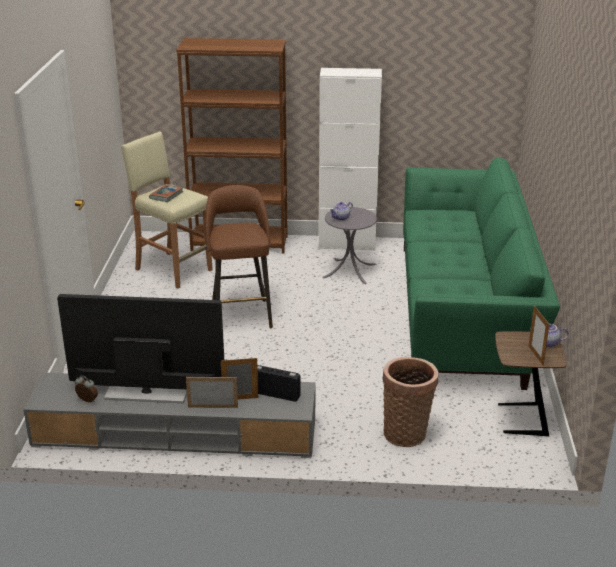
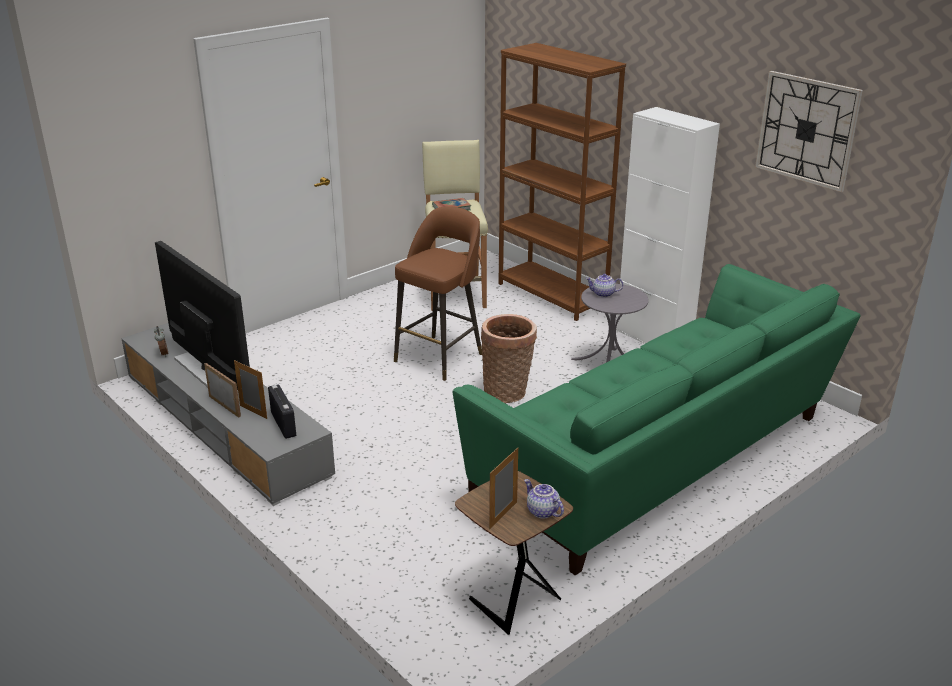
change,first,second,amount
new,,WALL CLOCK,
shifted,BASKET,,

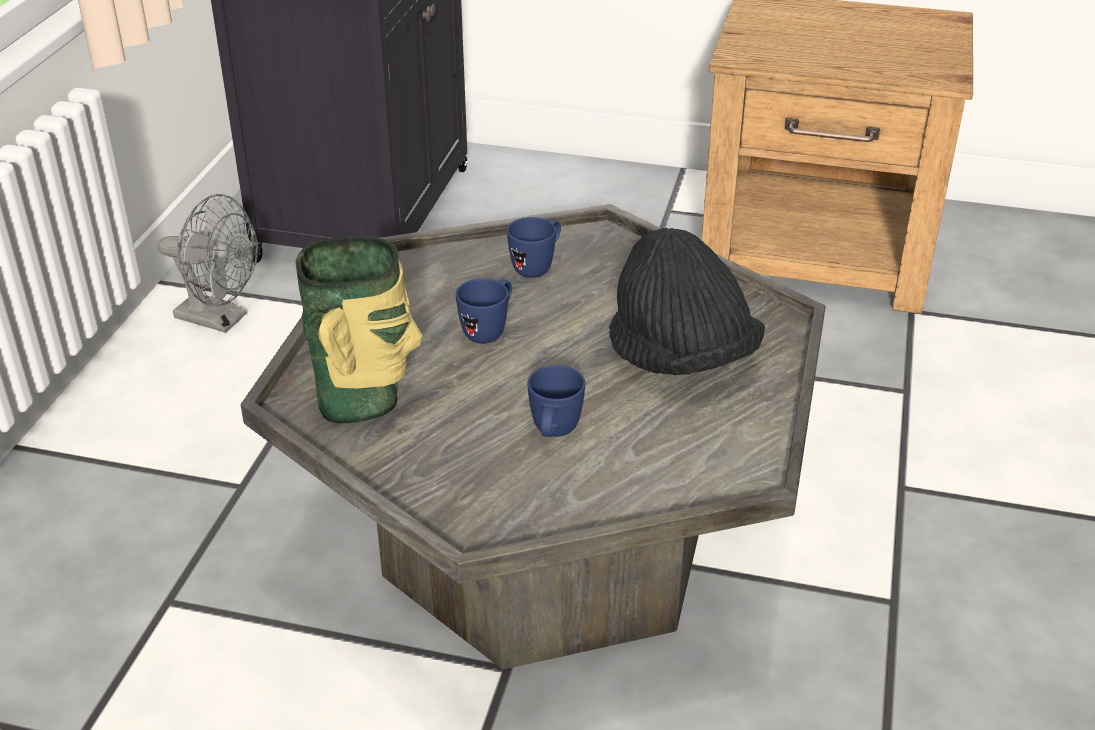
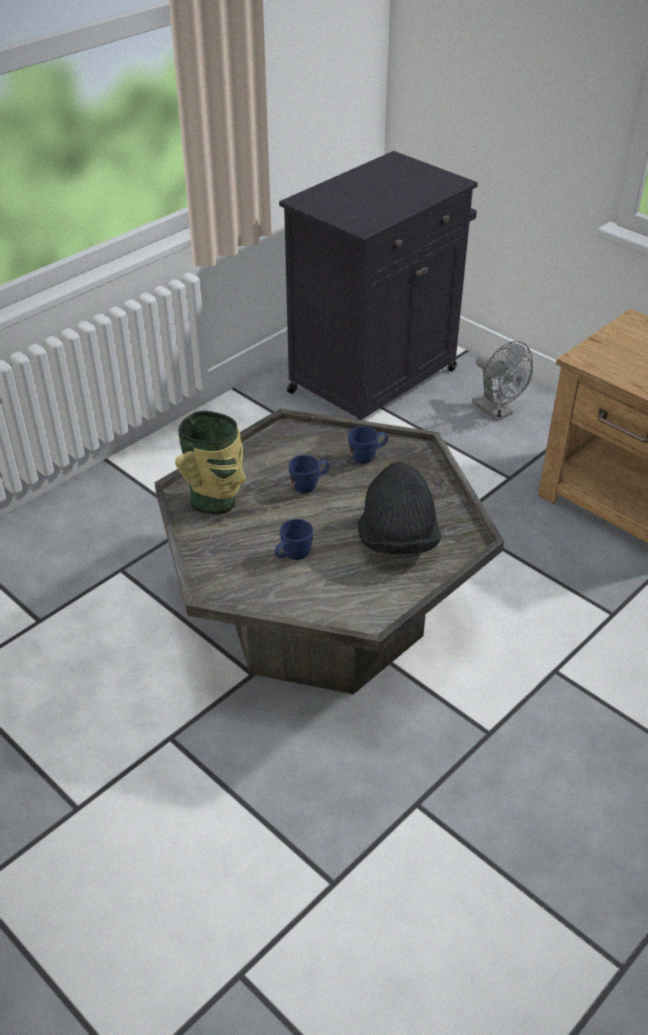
change,first,second,amount
shifted,GREY FAN,,

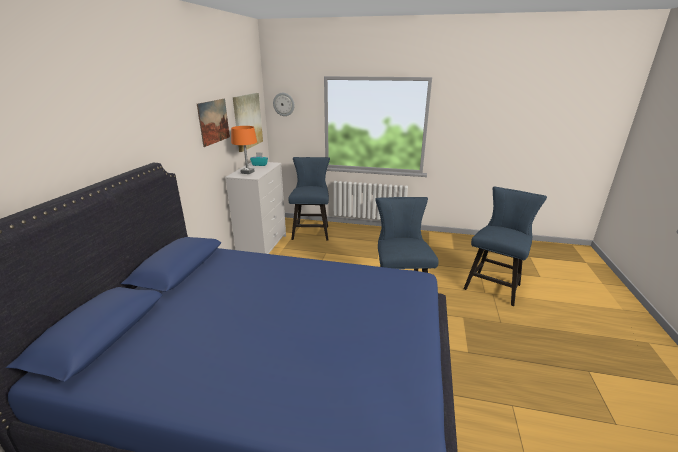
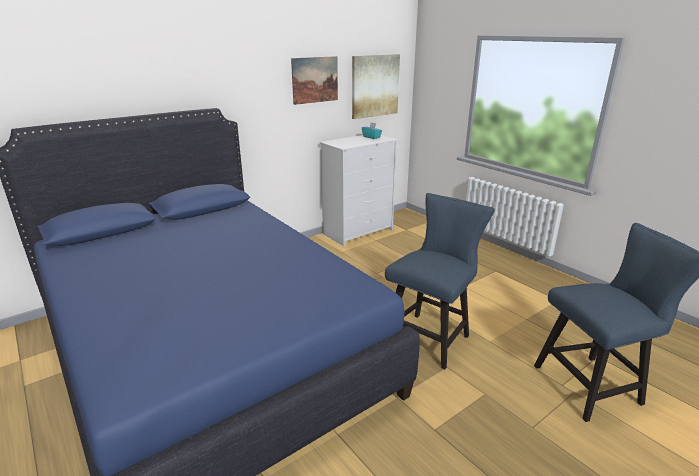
change,first,second,amount
gone,ORANGE TABLE LAMP,,
gone,WALL CLOCK,,
gone,BLUE CHAIR (no. 1 from left),,

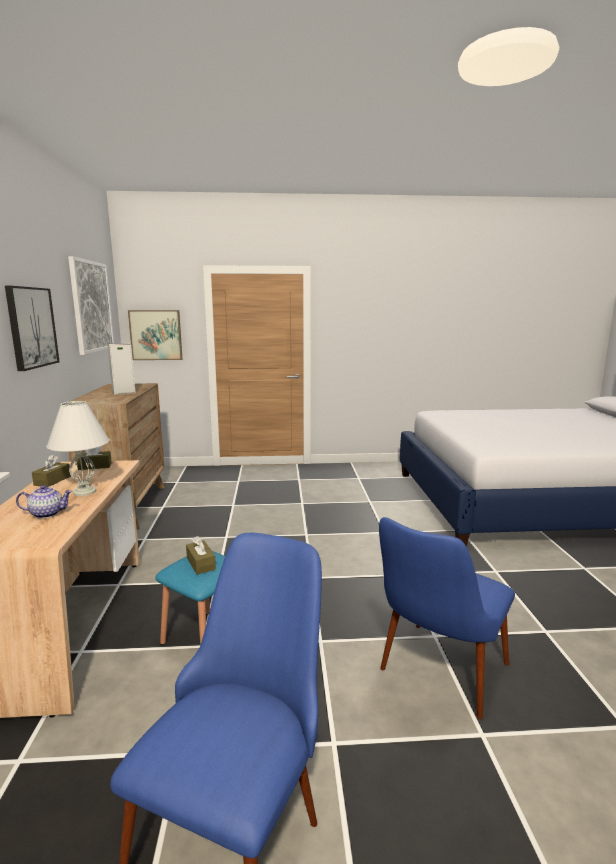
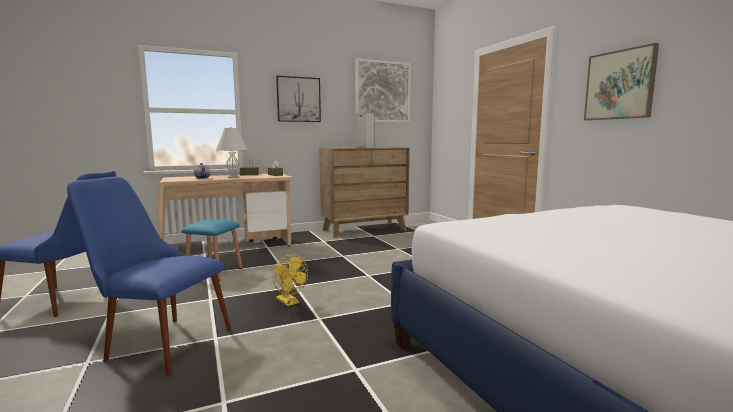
change,first,second,amount
gone,BROWN TISSUE BOX (no. 3 from left),,
new,,YELLOW FAN,
shifted,PICTURE (no. 3 from left),,

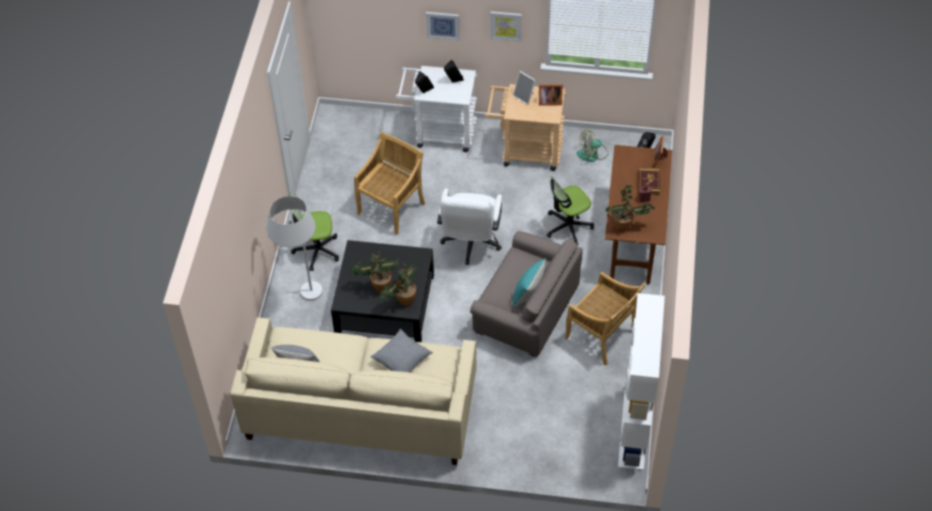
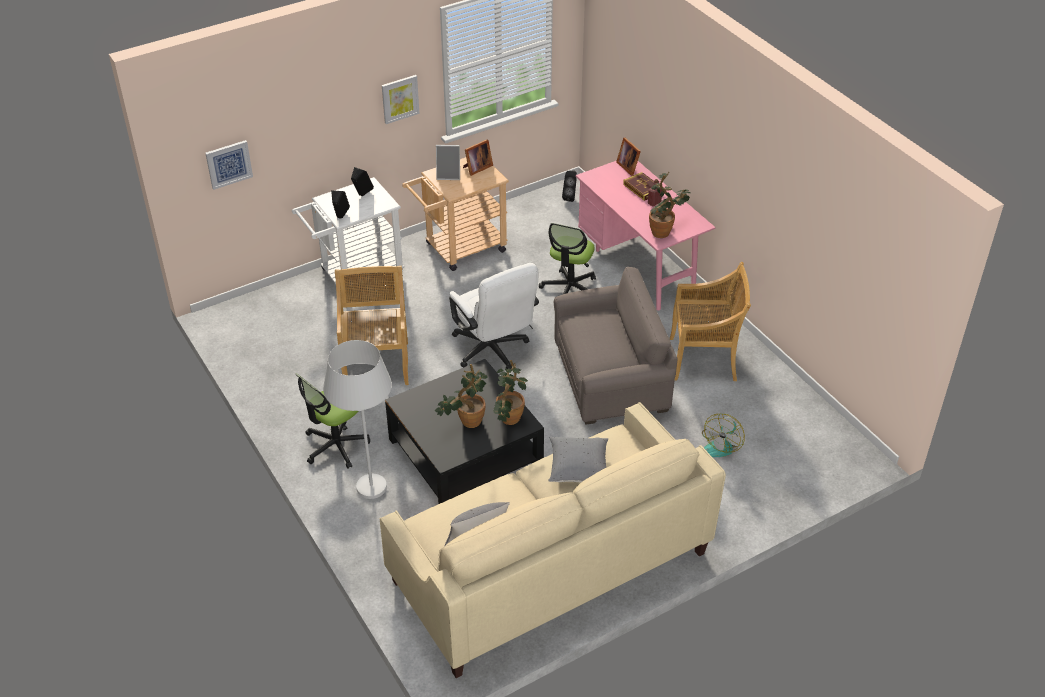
change,first,second,amount
gone,TURQUOISE PILLOW,,
gone,WHITE BOOKCASE,,
shifted,PICTURE (no. 1 from left),,
shifted,FAN,,
repainted,BROWN DESK,PINK DESK,

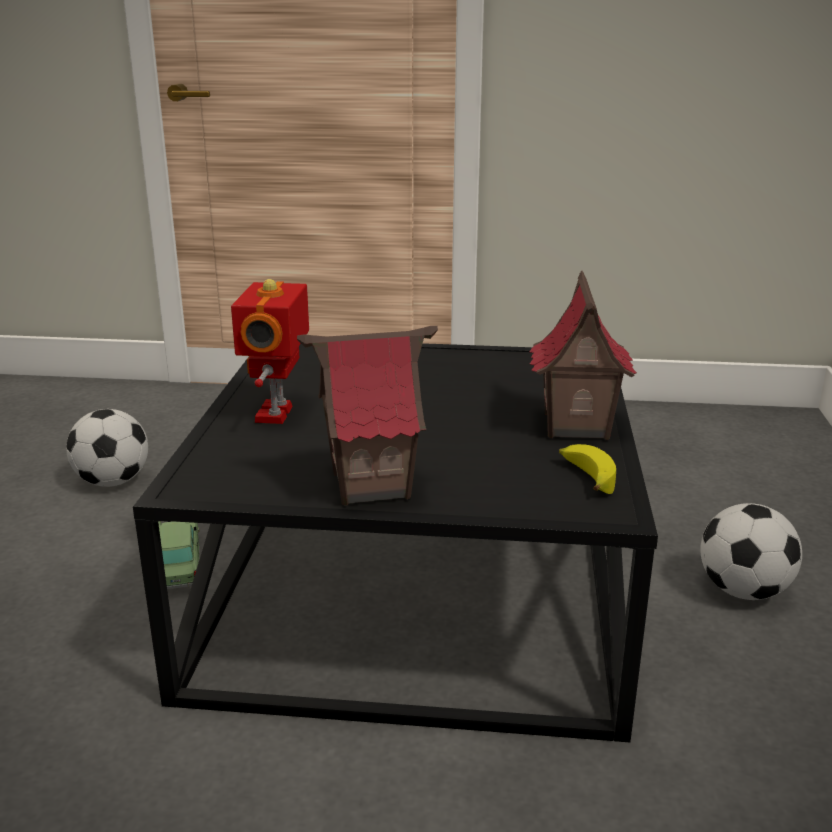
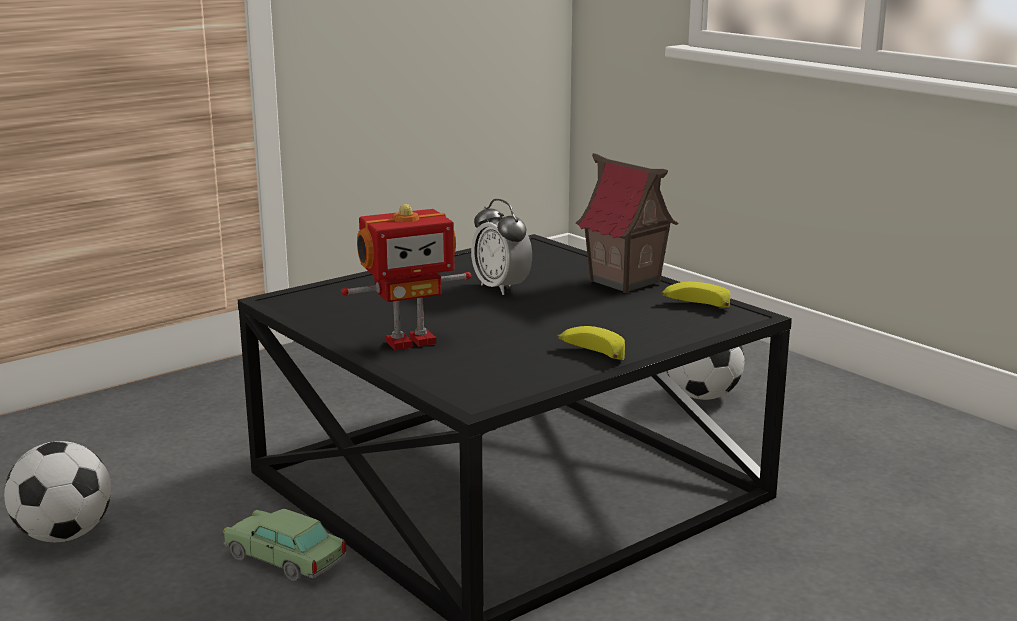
change,first,second,amount
new,,ALARM CLOCK,
swapped,TOY HOUSE (no. 1 from left),BANANA (no. 1 from left),
rotated,TOY ROBOT,,75 degrees counterclockwise

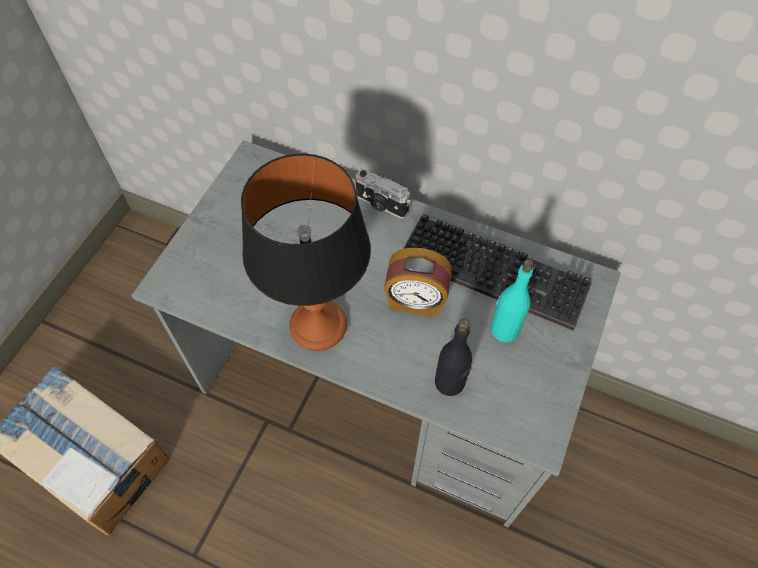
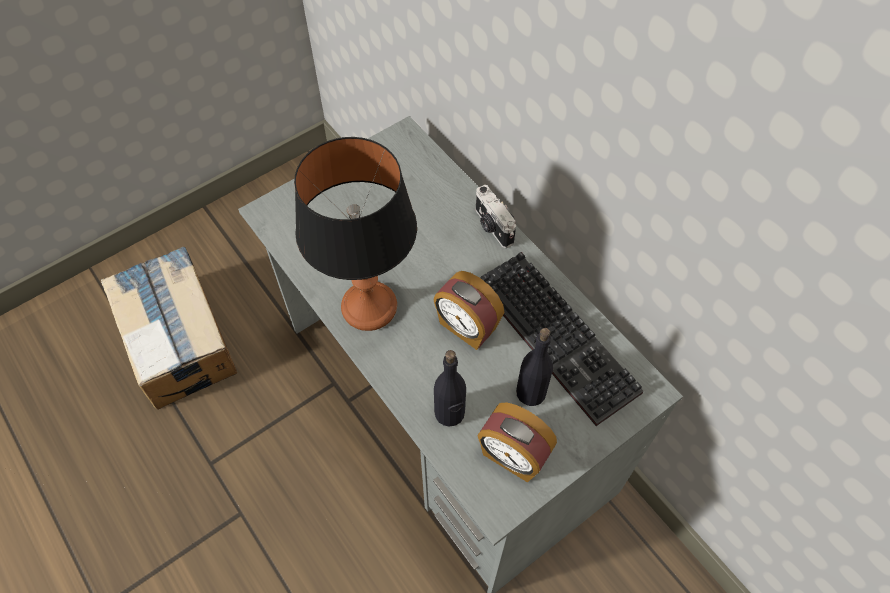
change,first,second,amount
new,,ALARM CLOCK (no. 2 from left),
repainted,TURQUOISE BOTTLE,BLACK BOTTLE (no. 2 from left),

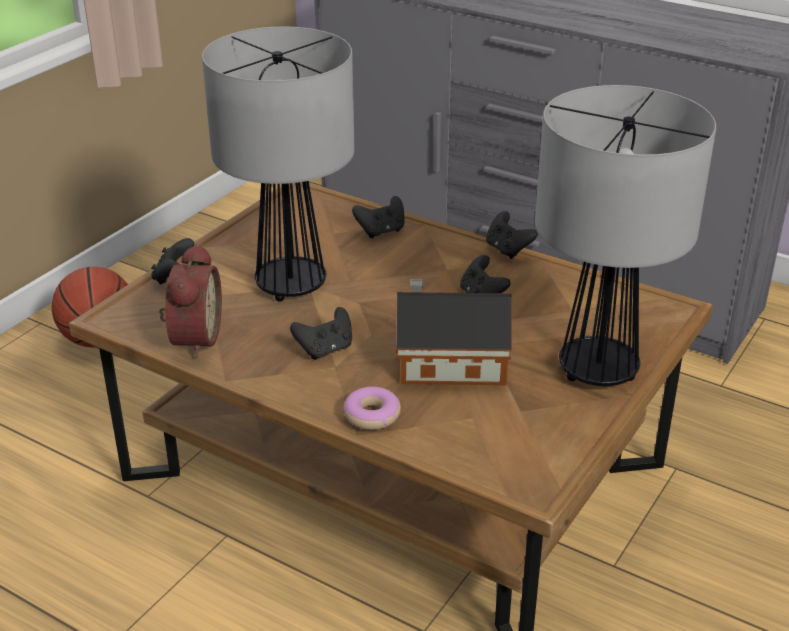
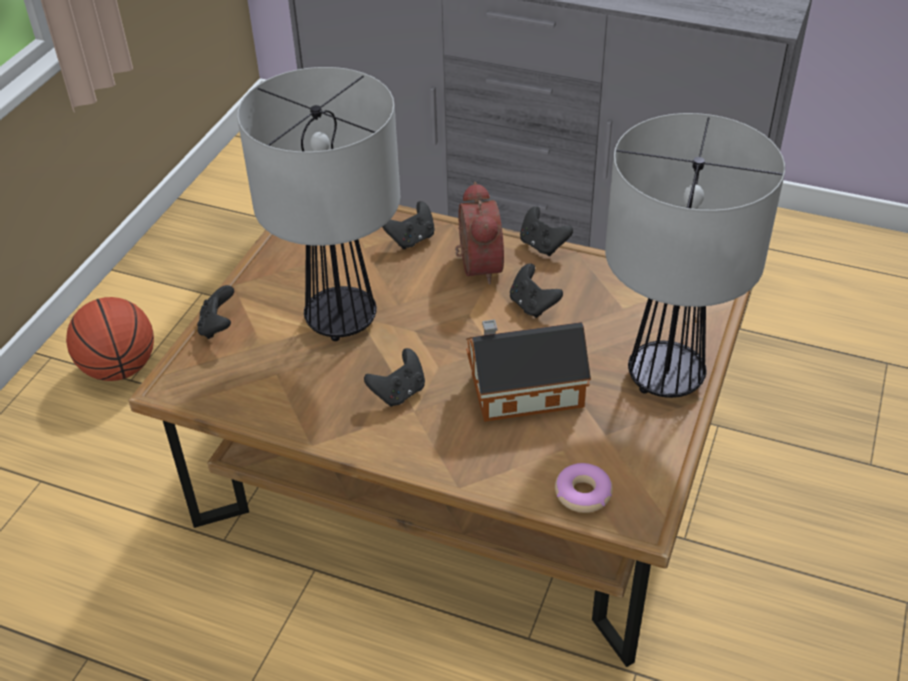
change,first,second,amount
shifted,ALARM CLOCK,,
shifted,DONUT,,

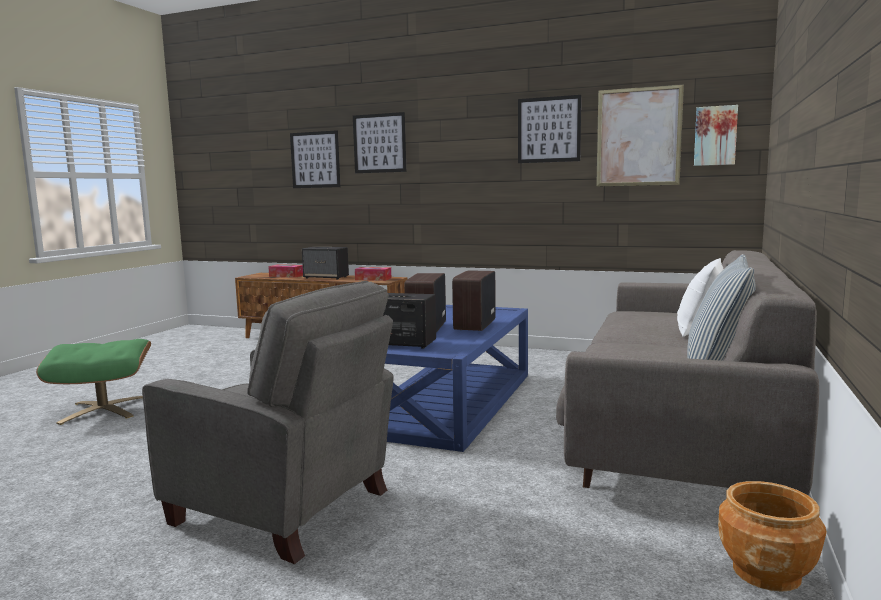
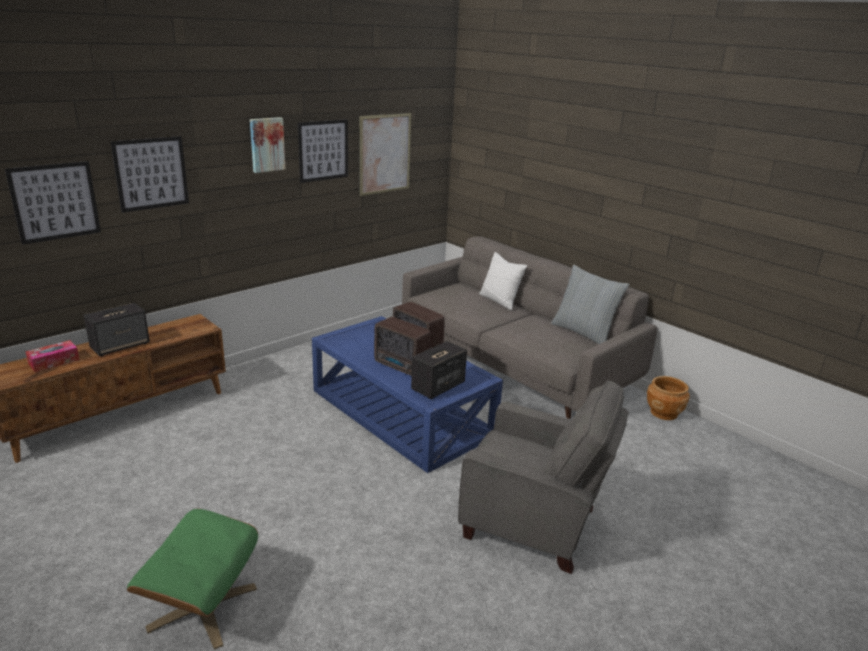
change,first,second,amount
gone,TISSUE BOX (no. 2 from left),,
shifted,PICTURE (no. 5 from left in the first image),PICTURE (no. 3 from left),
rotated,GREY ARMCHAIR,,60 degrees clockwise

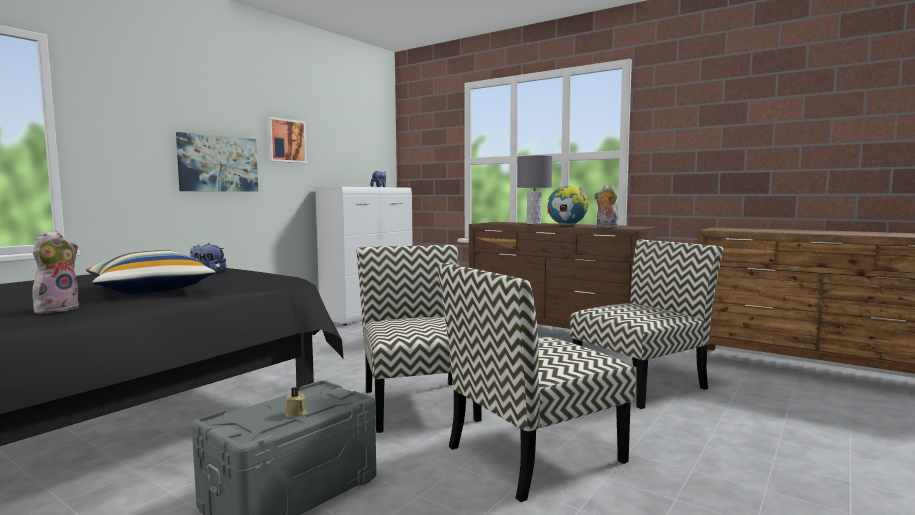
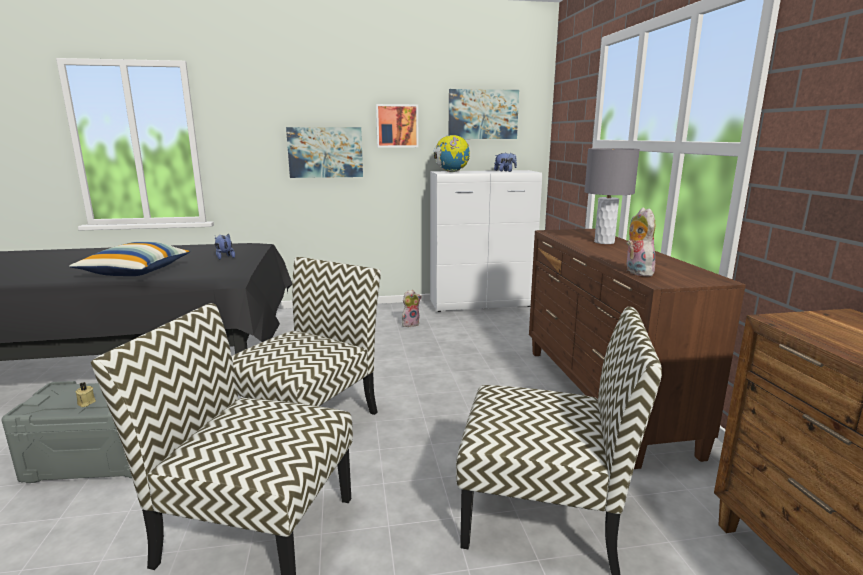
change,first,second,amount
new,,PICTURE (no. 3 from left),
shifted,PLUSH TOY (no. 1 from left in the first image),PLUSH TOY (no. 2 from left),
shifted,GLOBE,,

